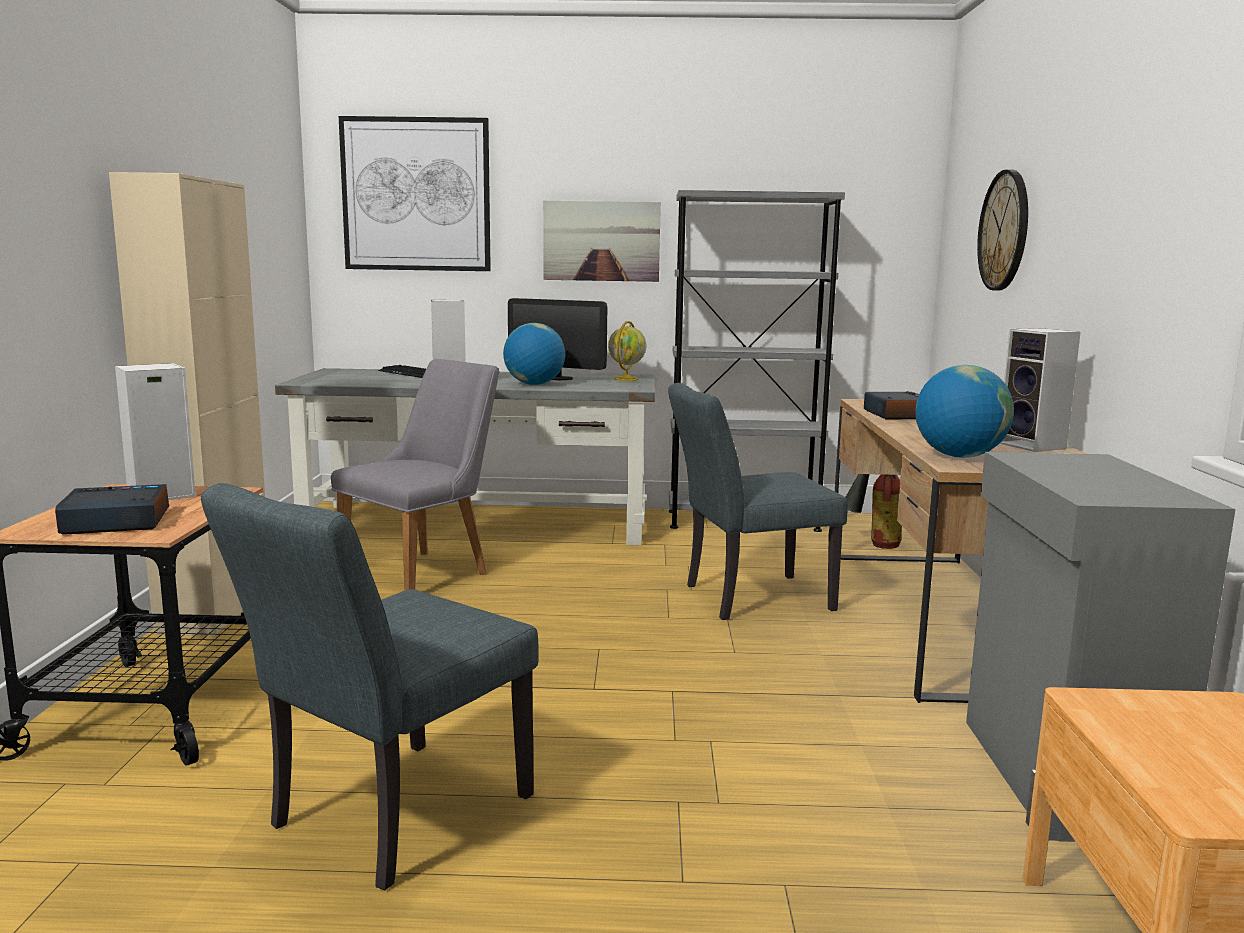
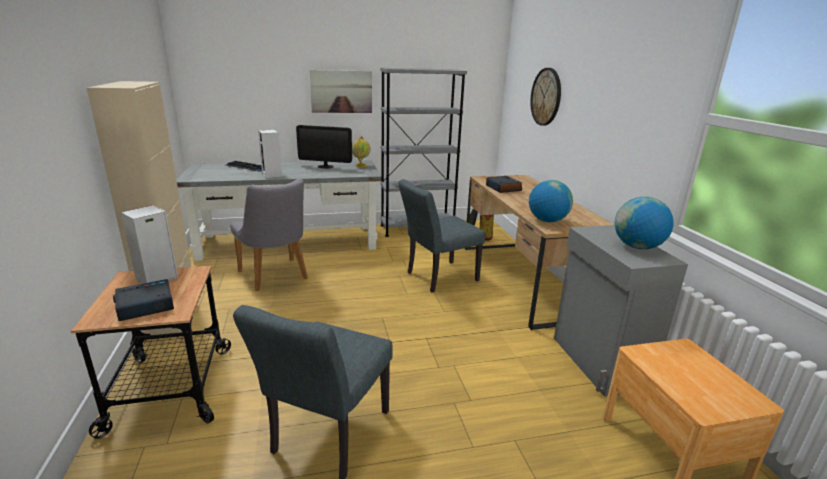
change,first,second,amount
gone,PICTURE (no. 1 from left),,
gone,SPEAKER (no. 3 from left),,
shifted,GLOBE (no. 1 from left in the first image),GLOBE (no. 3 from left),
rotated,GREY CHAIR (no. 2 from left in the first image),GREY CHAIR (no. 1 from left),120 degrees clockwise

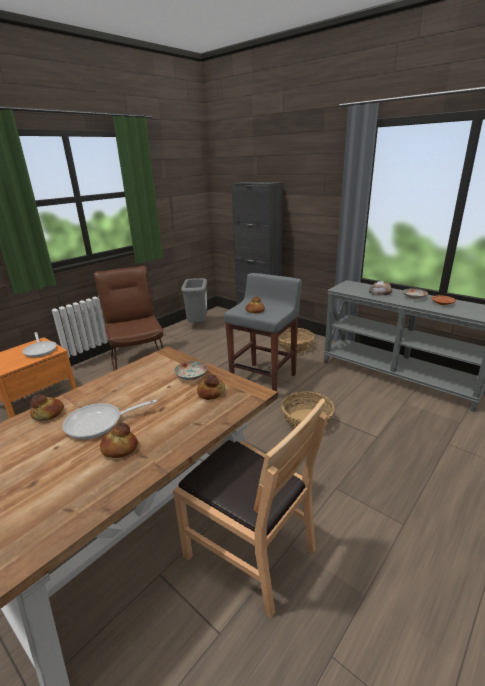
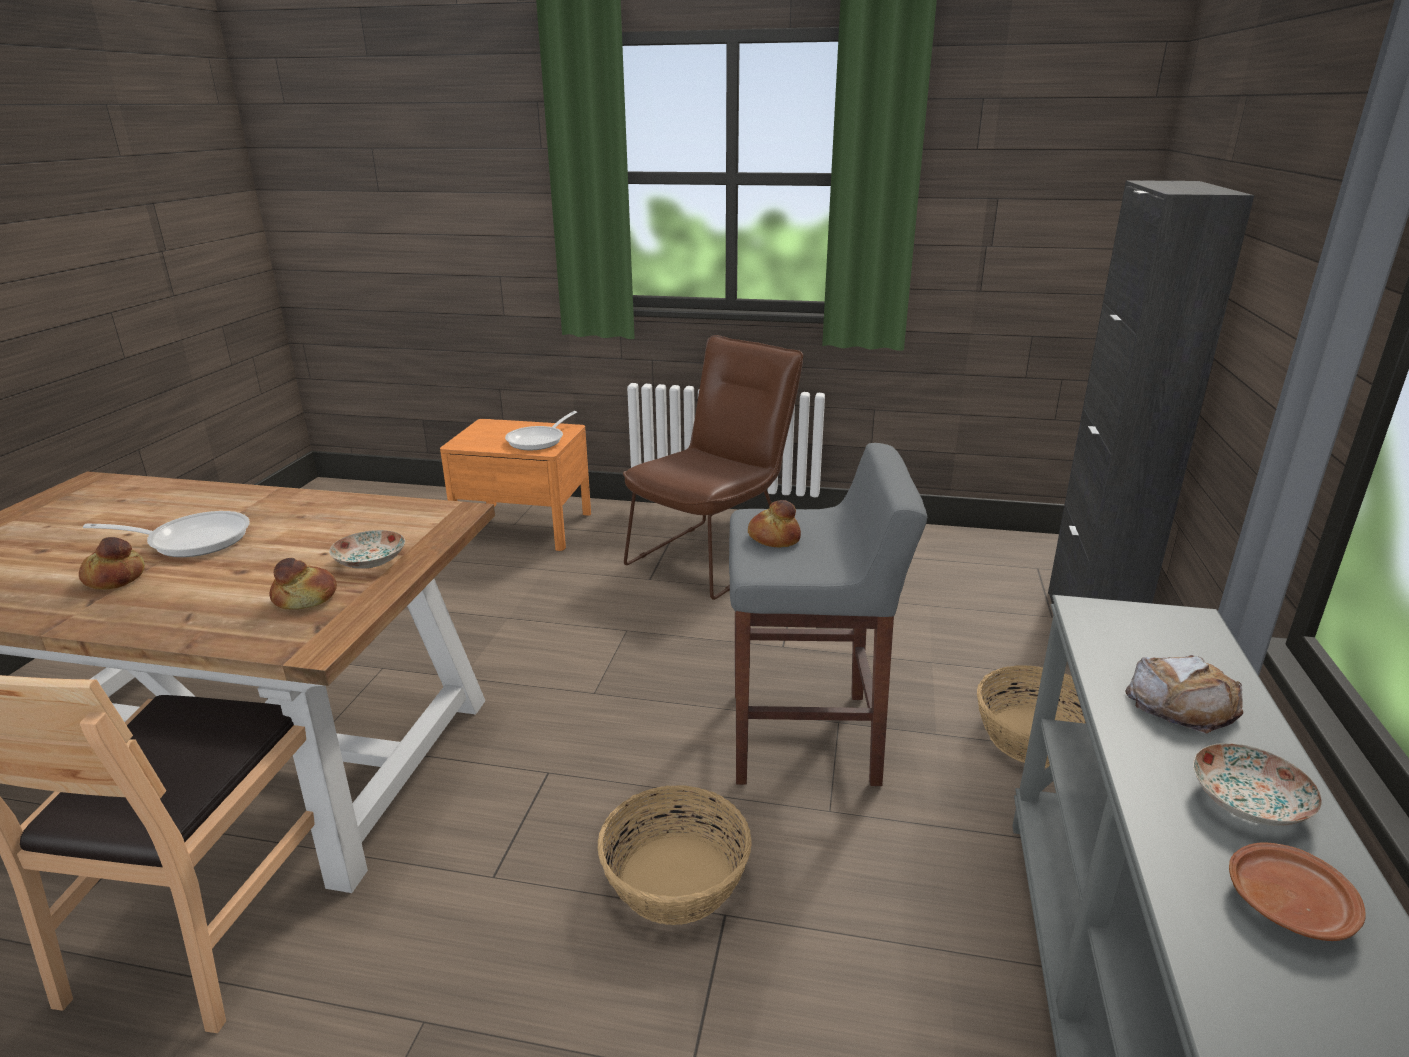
change,first,second,amount
gone,BREAD (no. 1 from left),,
gone,GREY TRASH CAN,,
rotated,FRYING PAN (no. 2 from left in the first image),FRYING PAN (no. 1 from left),135 degrees clockwise

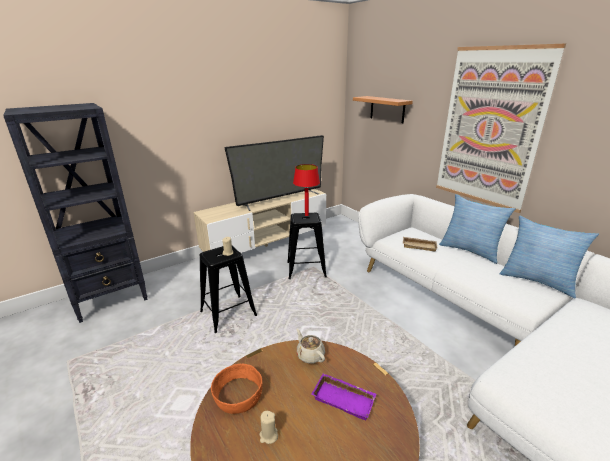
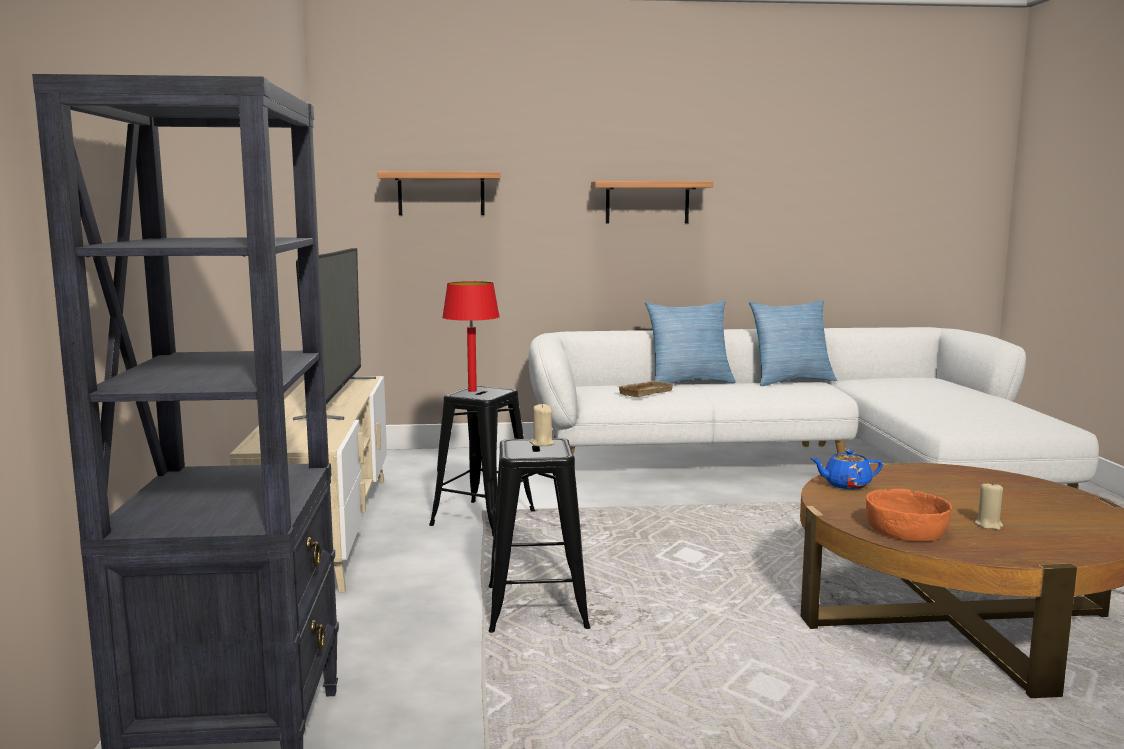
change,first,second,amount
gone,PURPLE TRAY,,
swapped,PICTURE,SHELF (no. 2 from left),
repainted,BEIGE TEAPOT,BLUE TEAPOT,

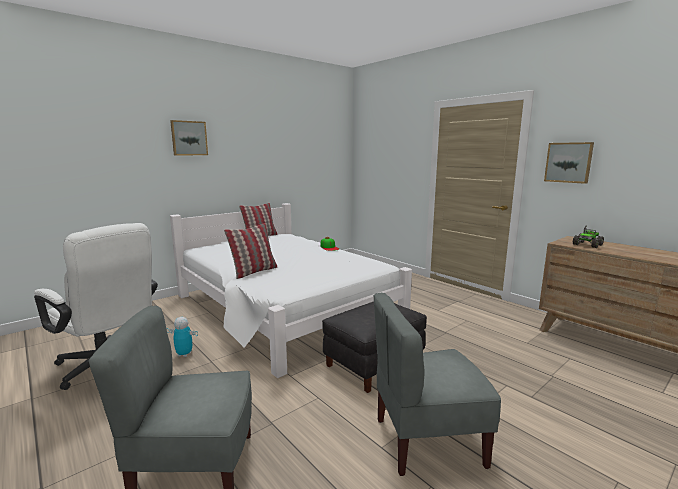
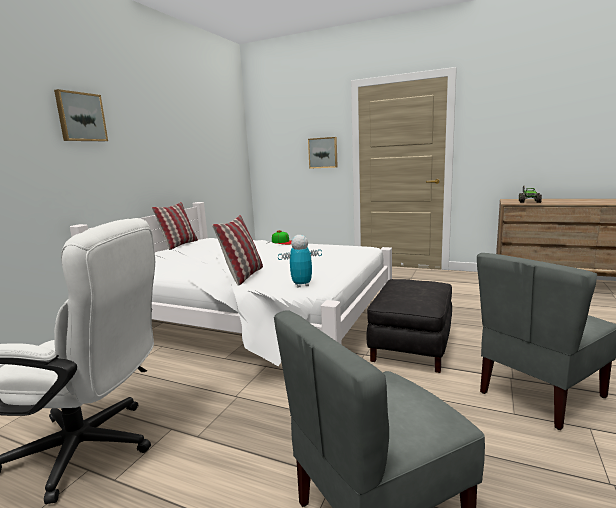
change,first,second,amount
shifted,TOY ROBOT,,
shifted,PICTURE (no. 2 from left),,

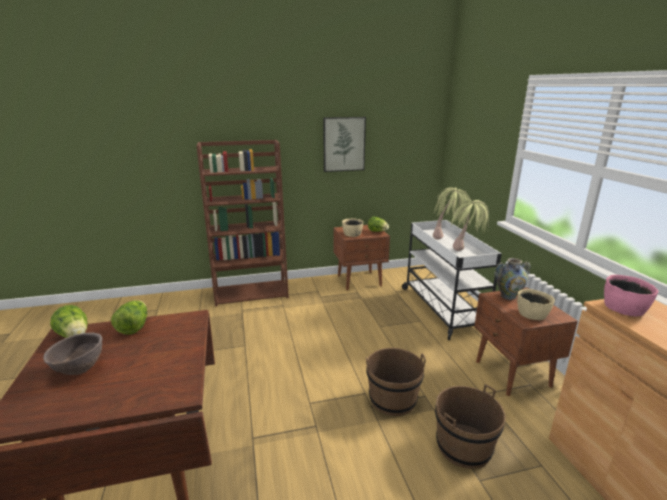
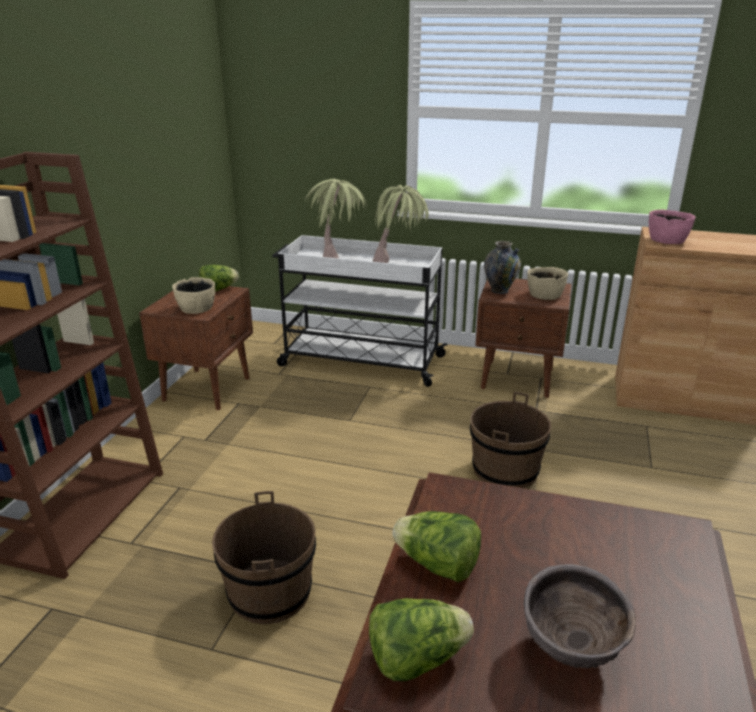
change,first,second,amount
gone,PICTURE,,
shifted,BROWN BUCKET (no. 2 from left in the first image),BROWN BUCKET (no. 1 from left),

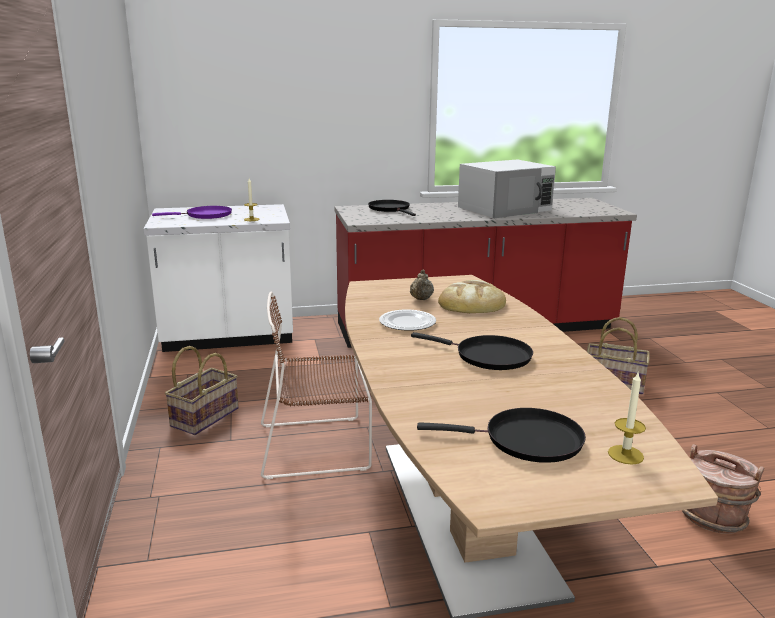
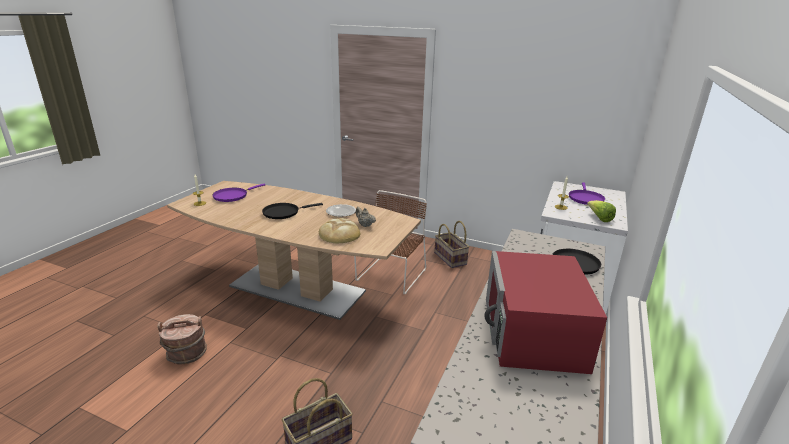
change,first,second,amount
new,,LETTUCE,
repainted,BLACK FRYING PAN (no. 3 from left),PURPLE FRYING PAN (no. 1 from left),
repainted,WHITE MICROWAVE,RED MICROWAVE,

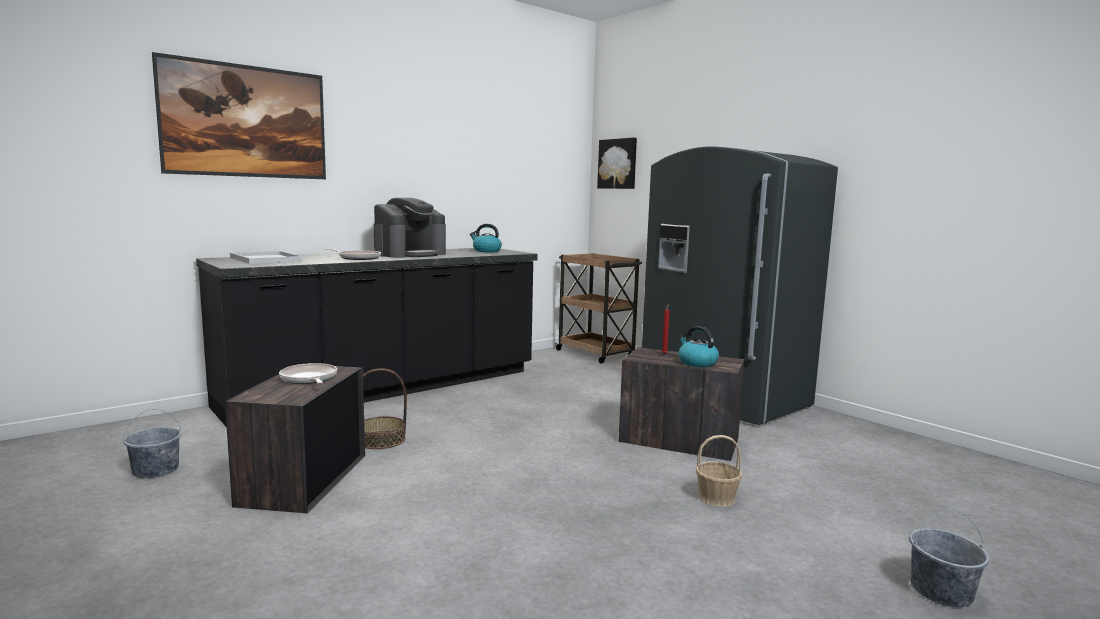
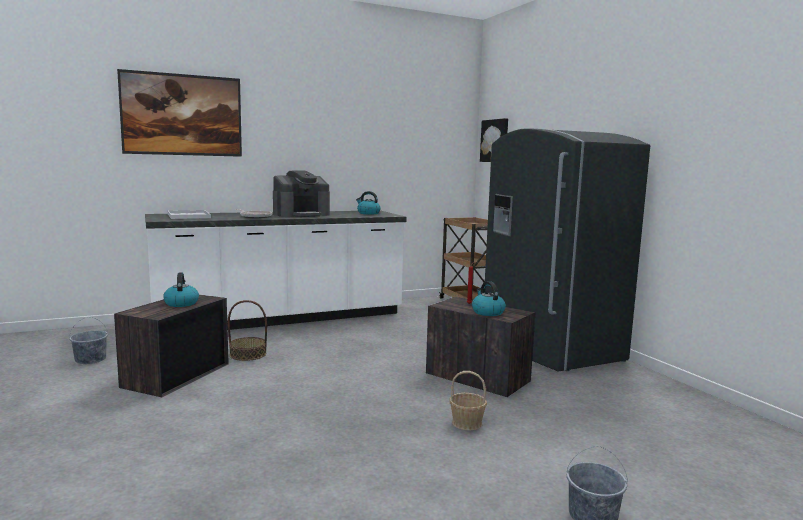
change,first,second,amount
swapped,FRYING PAN (no. 1 from left),KETTLE (no. 1 from left),
repainted,BLACK COUNTER,WHITE COUNTER,

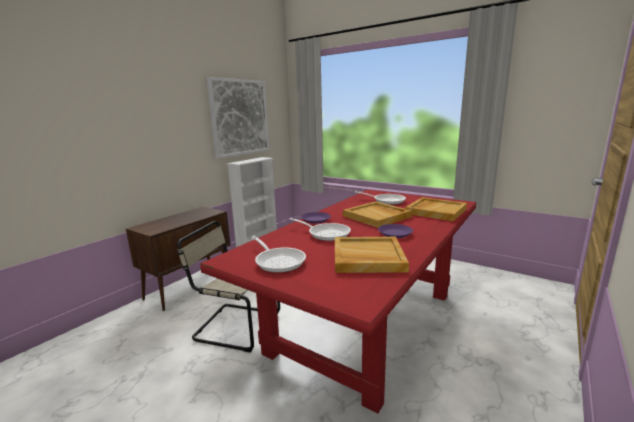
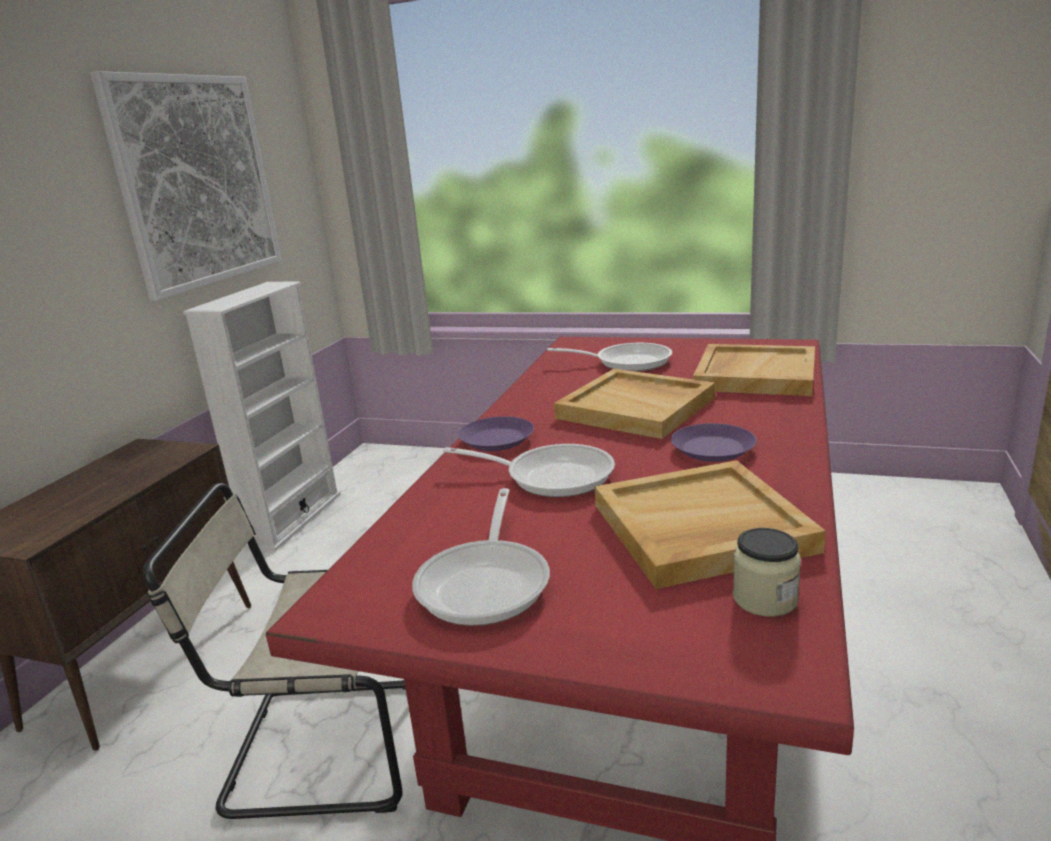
change,first,second,amount
new,,JAR,
rotated,FRYING PAN (no. 1 from left),,60 degrees clockwise

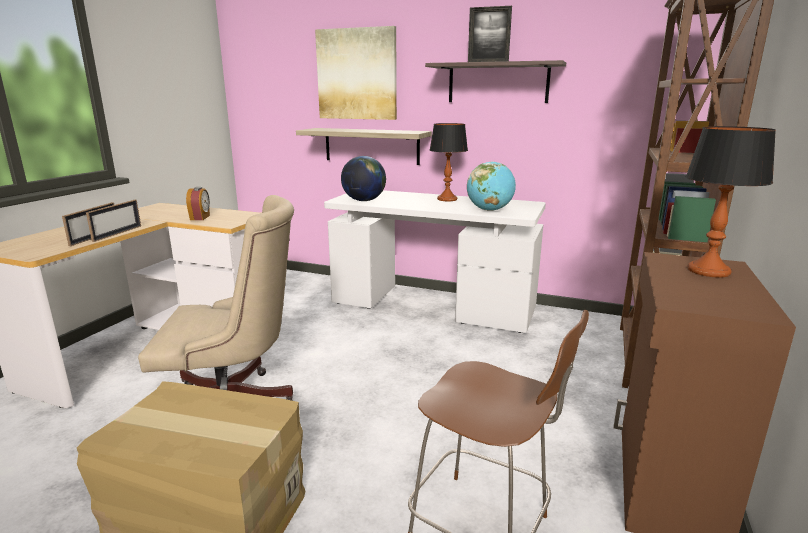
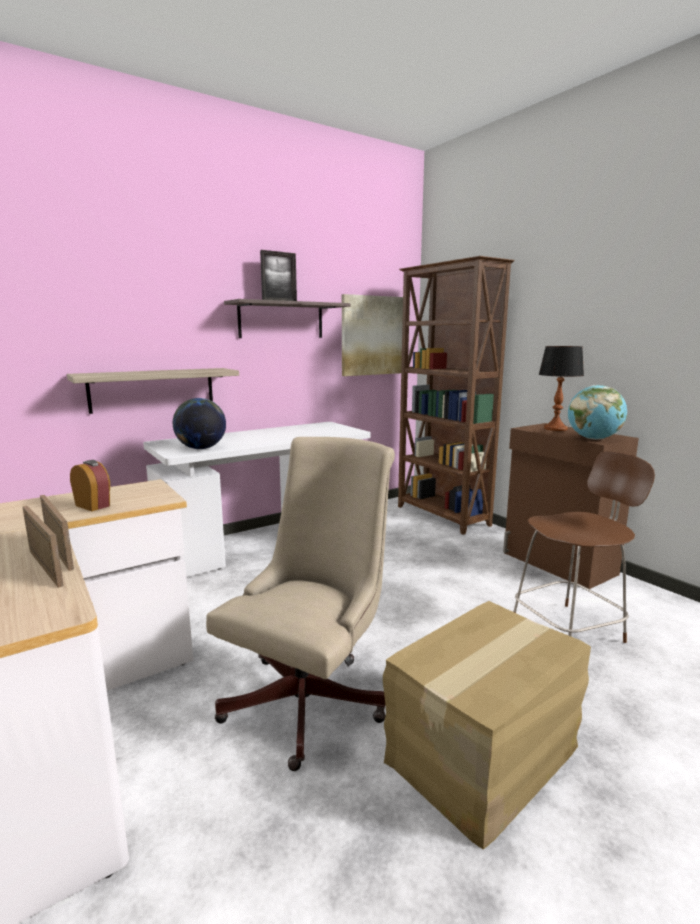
change,first,second,amount
gone,TABLE LAMP (no. 1 from left),,
shifted,PICTURE,,
shifted,GLOBE (no. 2 from left),,

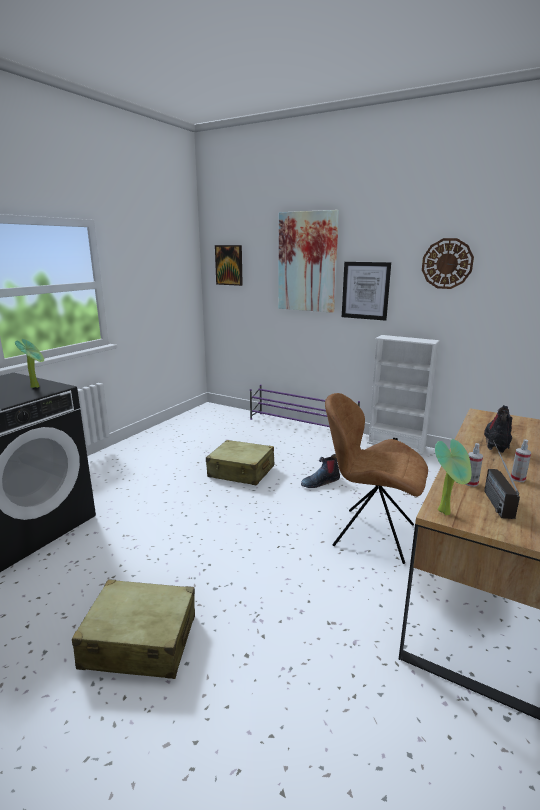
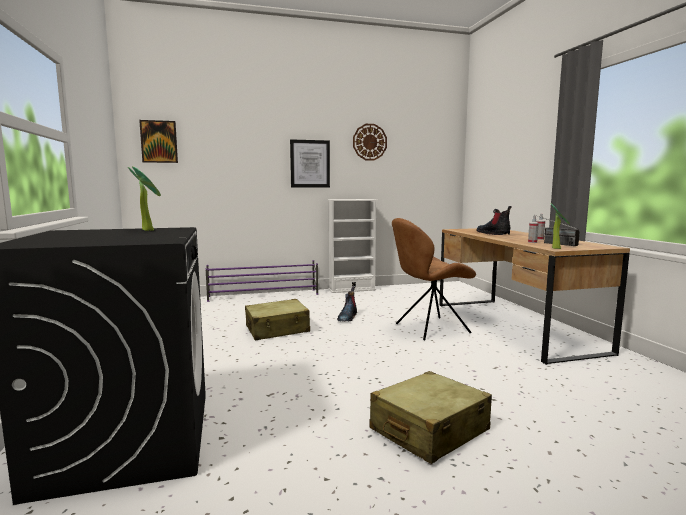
change,first,second,amount
gone,PICTURE (no. 2 from left),,

